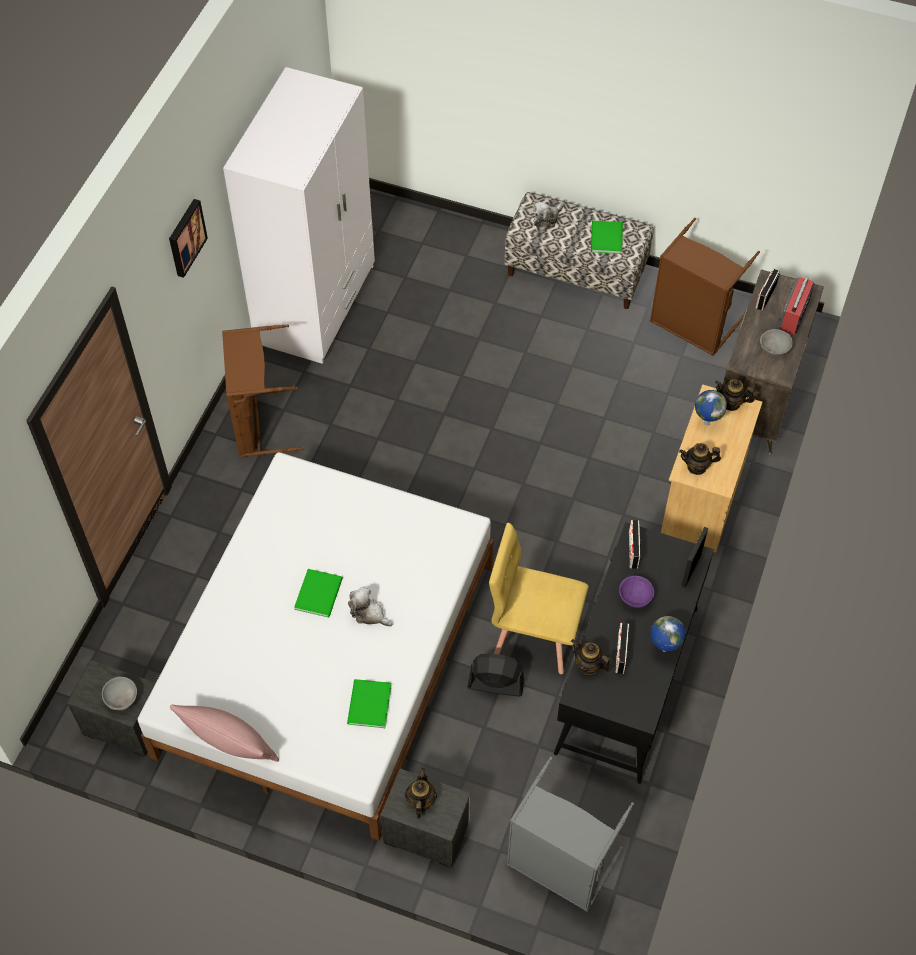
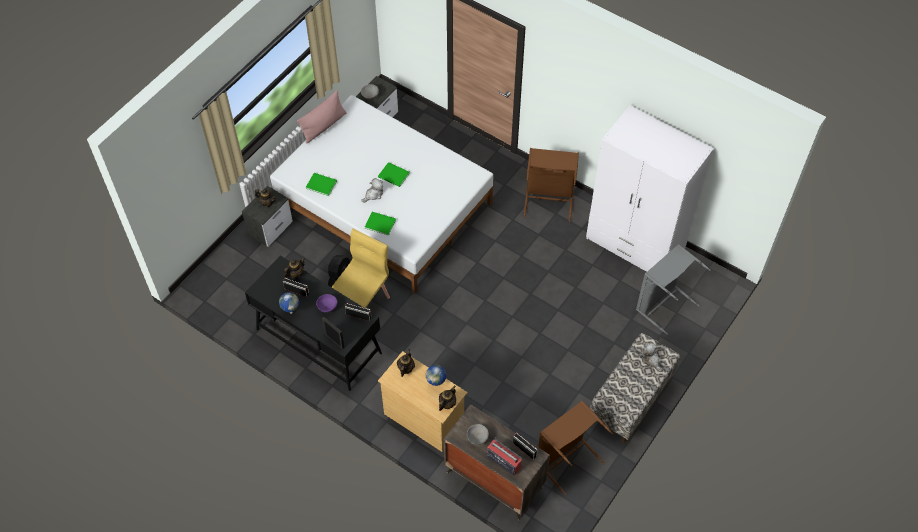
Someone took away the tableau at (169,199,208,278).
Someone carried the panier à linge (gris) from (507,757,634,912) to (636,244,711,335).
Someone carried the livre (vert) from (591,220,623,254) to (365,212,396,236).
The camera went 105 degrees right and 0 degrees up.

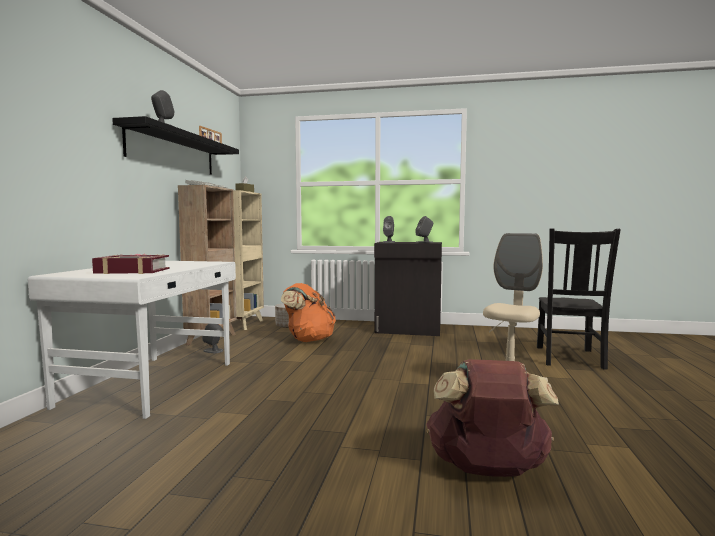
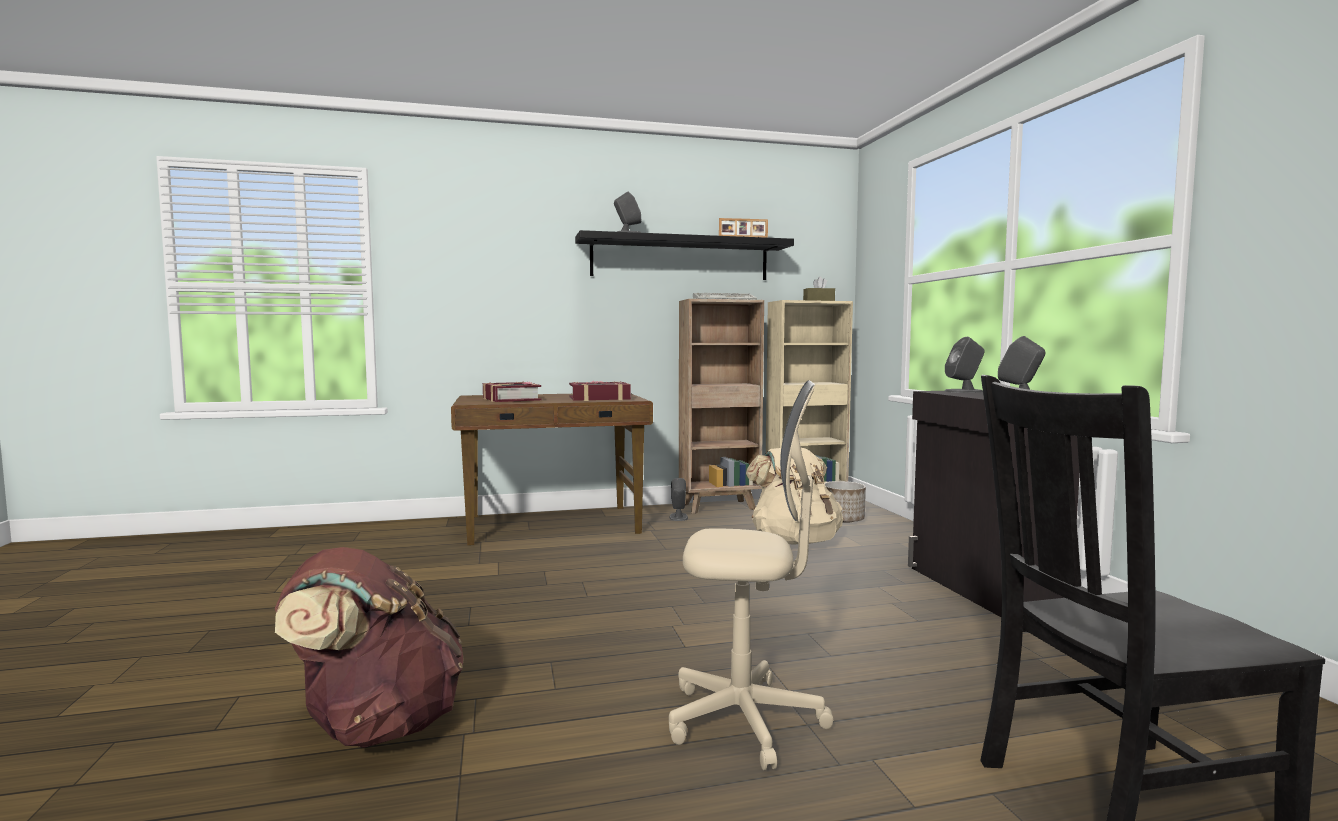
Someone put down the livre at (569,381,631,401).
Someone repainted the bureau (blanc) at (28,261,236,419), which became the bureau (marron) at (451,394,653,545).
Someone repainted the sac à dos (orange) at (281,283,336,342), which became the sac à dos (beige) at (746,448,843,544).
The camera went 65 degrees right and 0 degrees up.

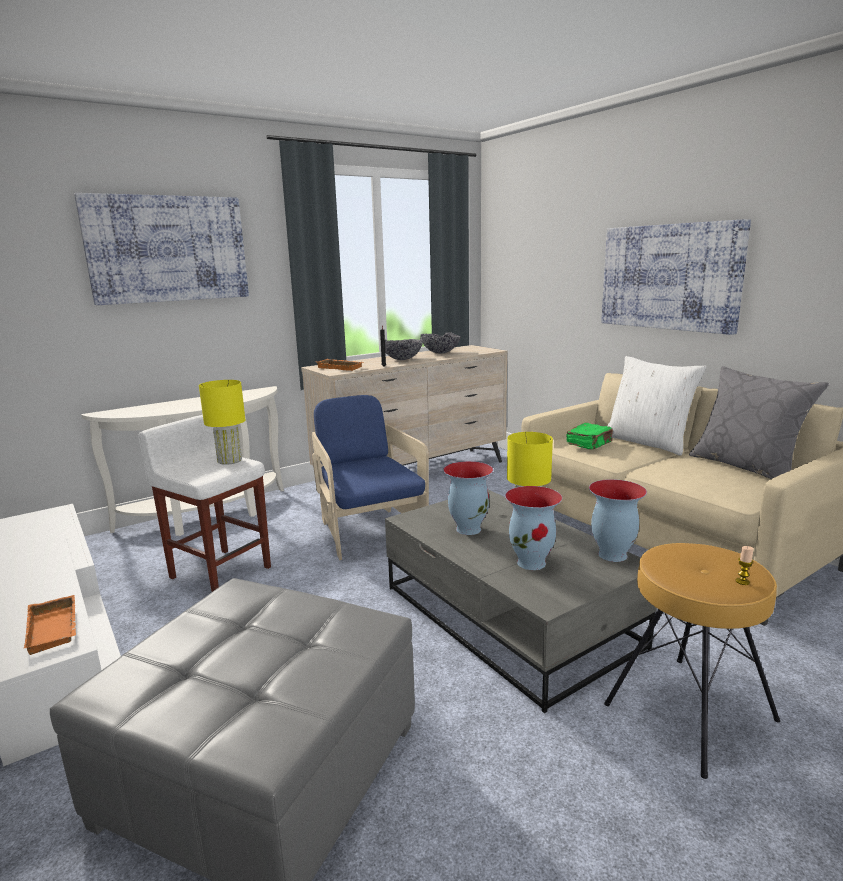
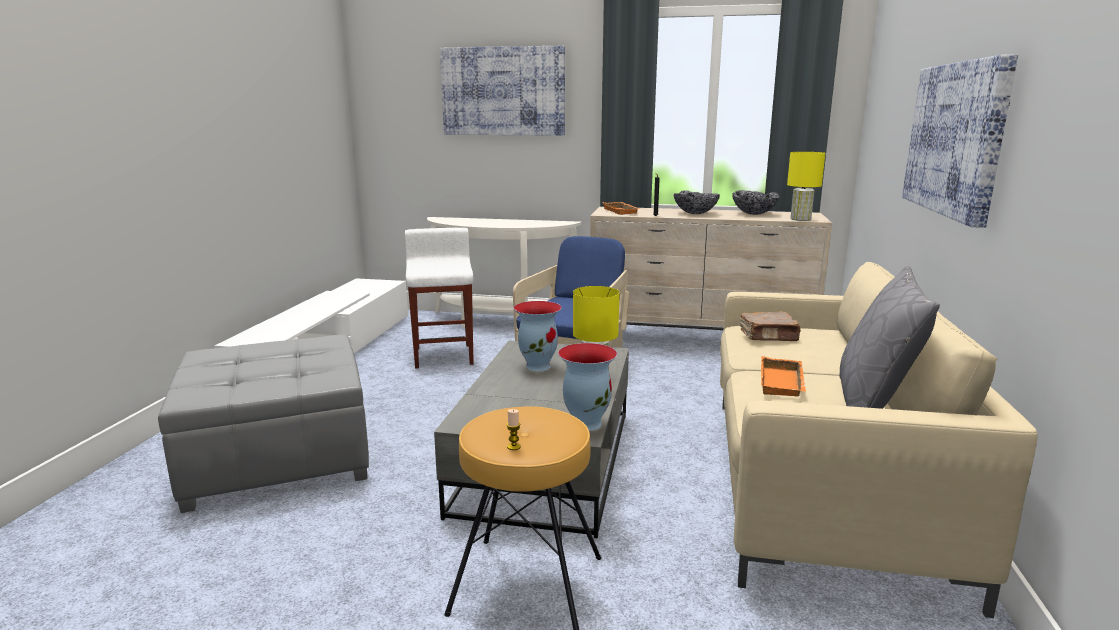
Someone took away the vase at (505,486,562,570).
Someone took away the coussin (blanc) at (607,356,706,456).
Someone carried the plateau (orange) from (24,595,76,655) to (761,356,806,396).
Someone carried the lampe de table (jaune) from (199,380,245,465) to (787,152,825,221).
Someone repainted the livre (vert) at (566,423,613,449), which became the livre (marron) at (739,311,801,341).
The camera went 45 degrees right and 0 degrees up.

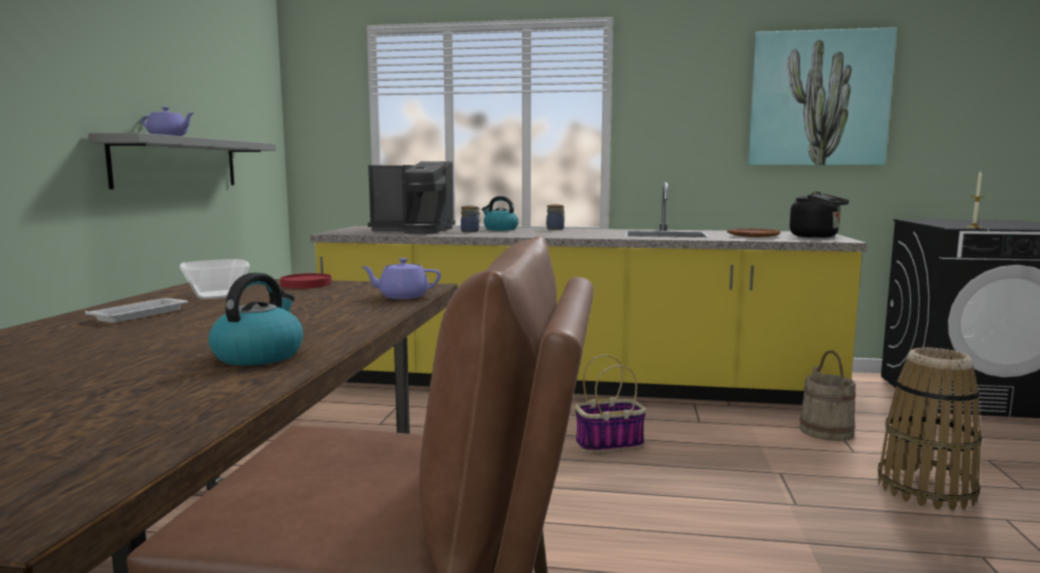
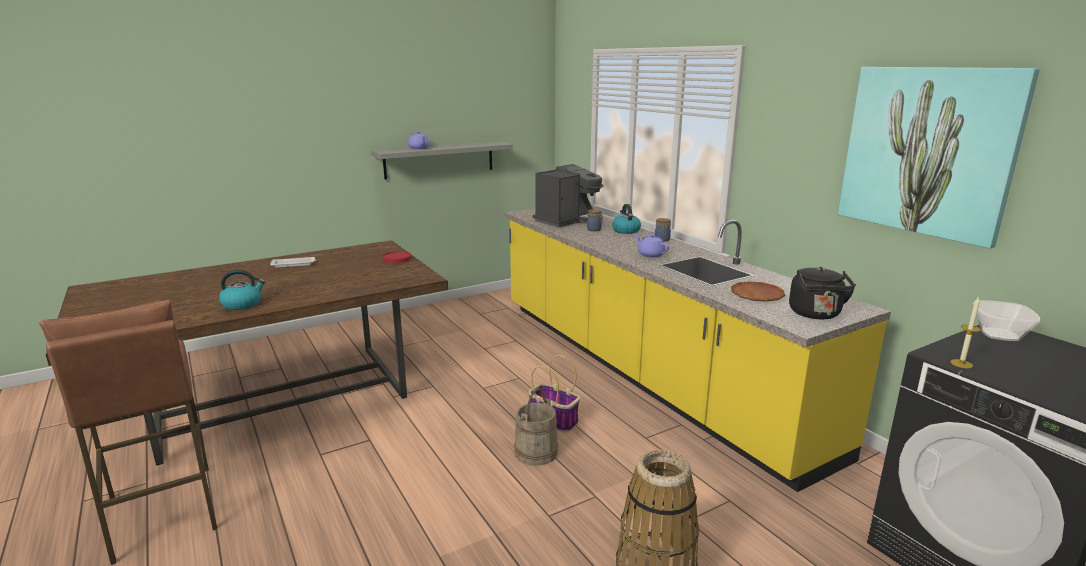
Someone carried the bol from (180,259,250,299) to (973,300,1041,341).
Someone carried the théière (violet) from (361,258,441,299) to (634,234,669,257).
Someone carried the seau (beige) from (799,351,856,441) to (514,388,558,466).
Someone rotated the machine à café at (368,161,455,234) by 105 degrees counterclockwise.
The camera went 50 degrees right and 10 degrees up.

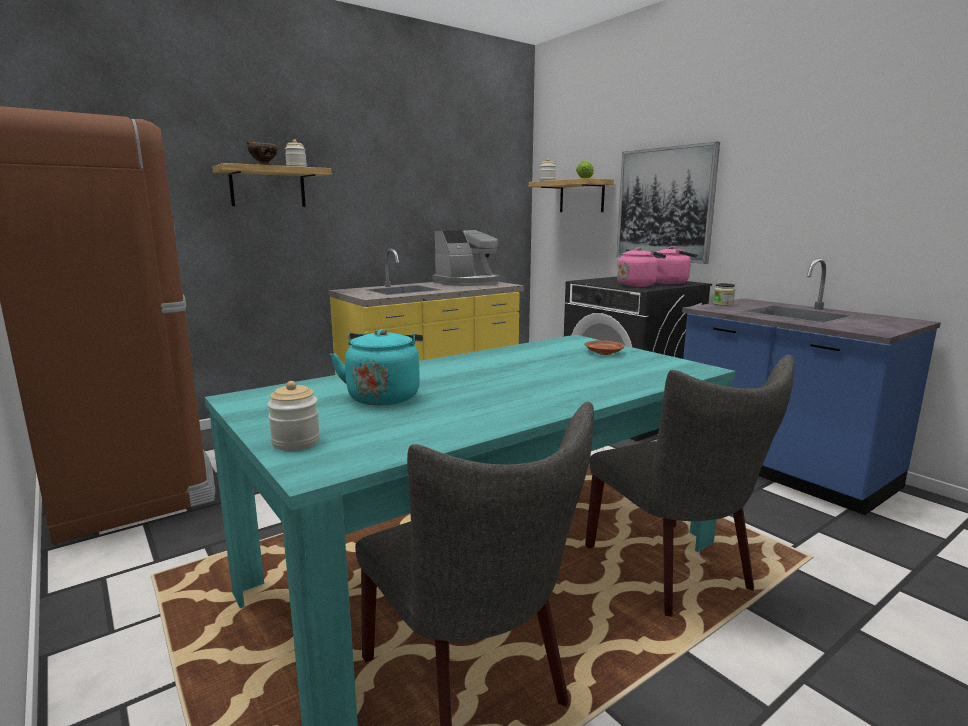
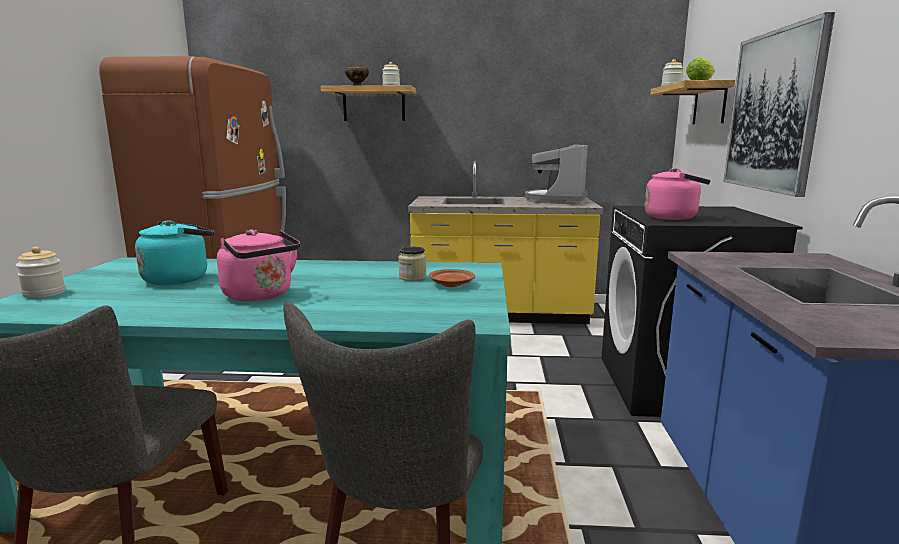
Someone carried the bouilloire (rose) from (655,246,697,284) to (217,229,300,301).
Someone carried the bocal from (713,283,735,306) to (399,247,427,281).
Someone rotated the machine à café at (432,230,500,286) by 105 degrees clockwise.
The camera went 40 degrees right and 0 degrees up.

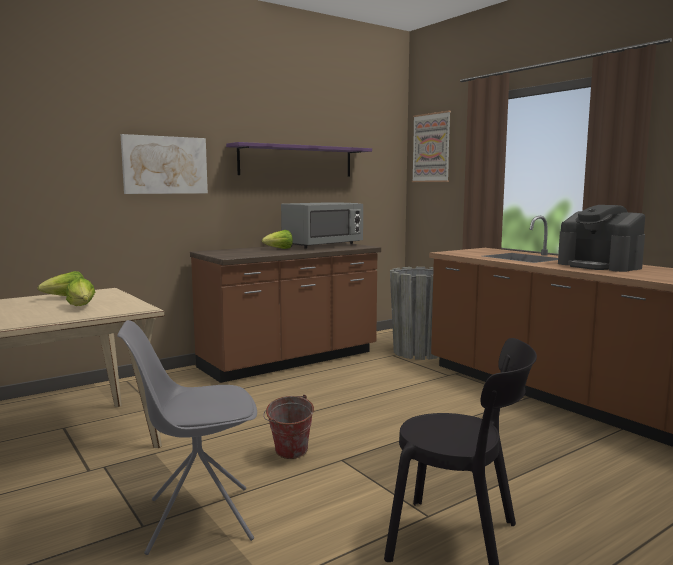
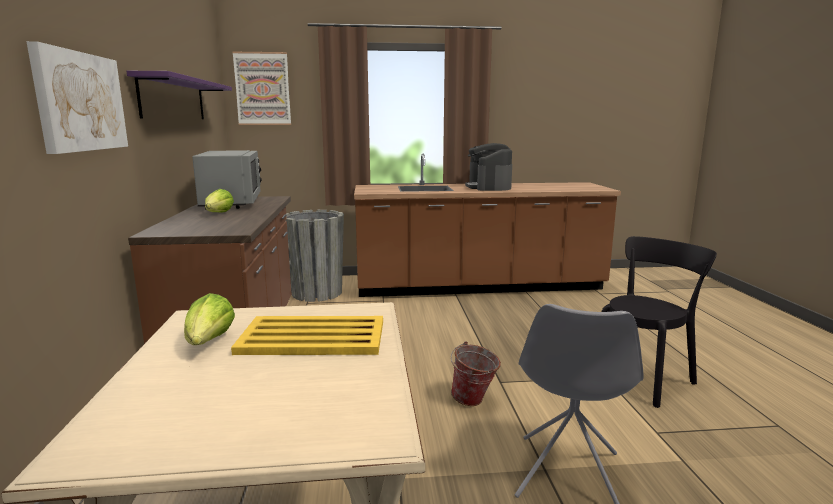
Someone swapped the laitue at (66,278,95,306) for the plateau (jaune) at (231,316,383,355).
Someone rotated the machine à café at (558,205,645,272) by 90 degrees clockwise.
The camera went 60 degrees left and 5 degrees up.

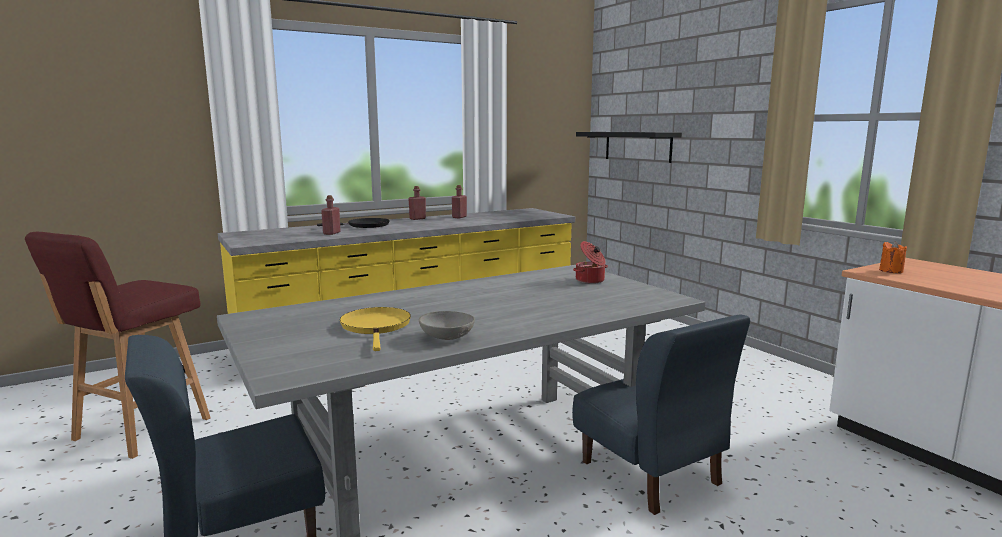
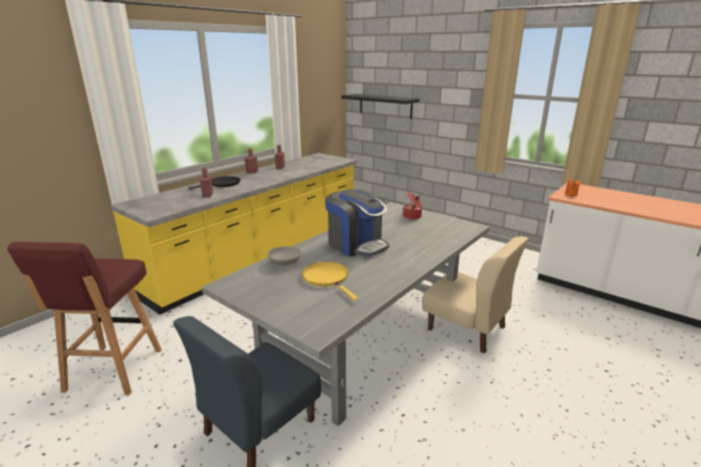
Someone put down the machine à café at (325,189,389,257).
Someone carried the bol (gris) from (419,311,475,340) to (268,246,301,266).
Someone repainted the chaise (bleu) at (572,315,750,515), which became the chaise (beige) at (422,236,529,354).
The camera went 20 degrees left and 10 degrees up.

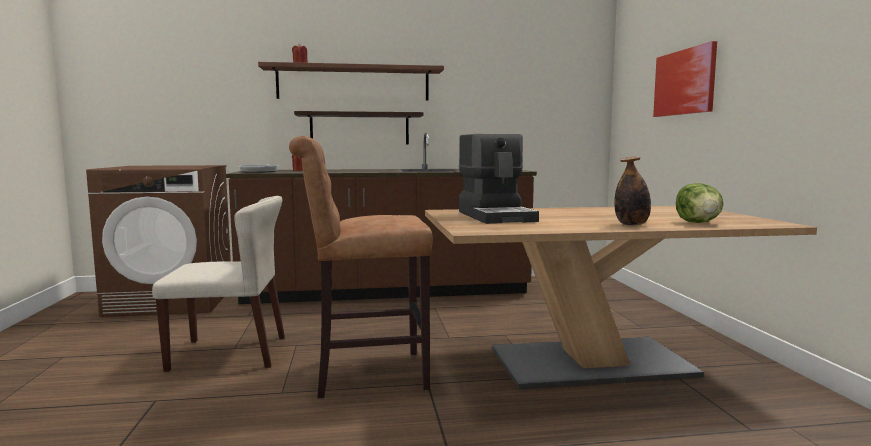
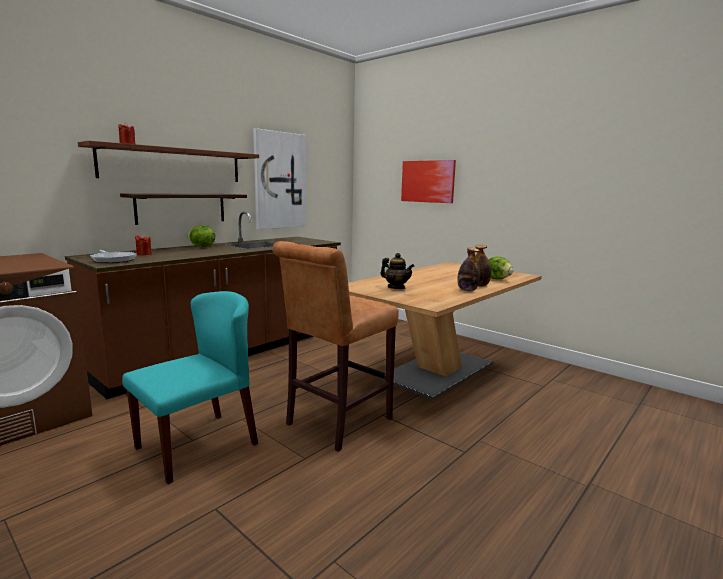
Someone put down the laitue at (187,225,215,247).
Someone put up the tableau at (253,128,306,229).
Someone put down the bouteille at (457,248,480,291).
Someone swapped the machine à café at (459,134,539,224) for the théière at (381,253,414,289).
Someone repainted the chaise (beige) at (152,196,285,372), which became the chaise (turquoise) at (122,291,258,484).
The camera went 40 degrees left and 5 degrees up.

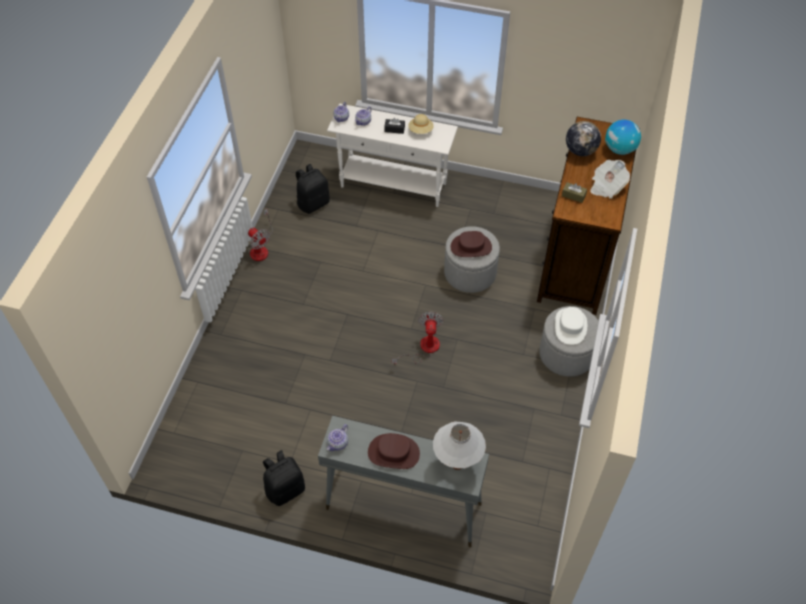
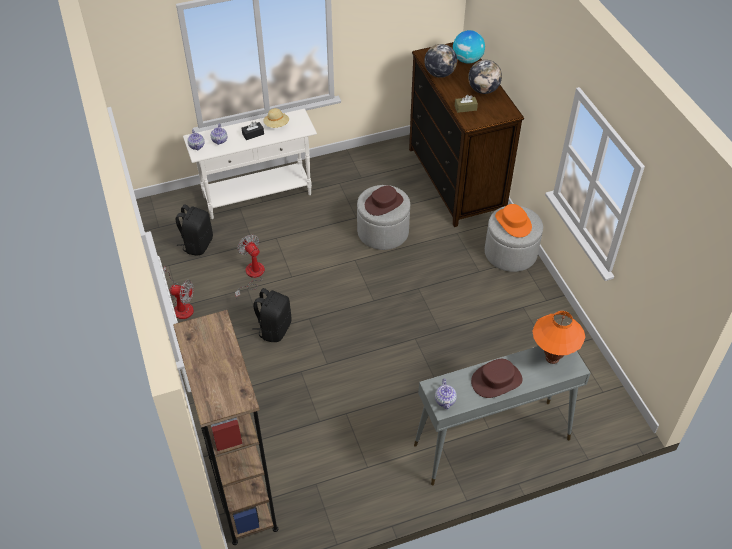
Someone put down the bibliothèque (marron) at (173,310,278,545).
Someone carried the sac à dos (noir) from (263,450,305,506) to (252,288,291,342).
Someone carried the ventilateur from (392,312,443,364) to (235,235,265,299).
Someone swapped the journal at (590,160,630,199) for the globe at (468,60,502,94).
Someone repainted the lampe de table (blanc) at (433,422,486,470), which became the lampe de table (orange) at (533,311,585,364).
Someone repainted the chapeau (blanc) at (555,307,587,345), which became the chapeau (orange) at (495,204,532,238).
The camera went 35 degrees left and 5 degrees down.

